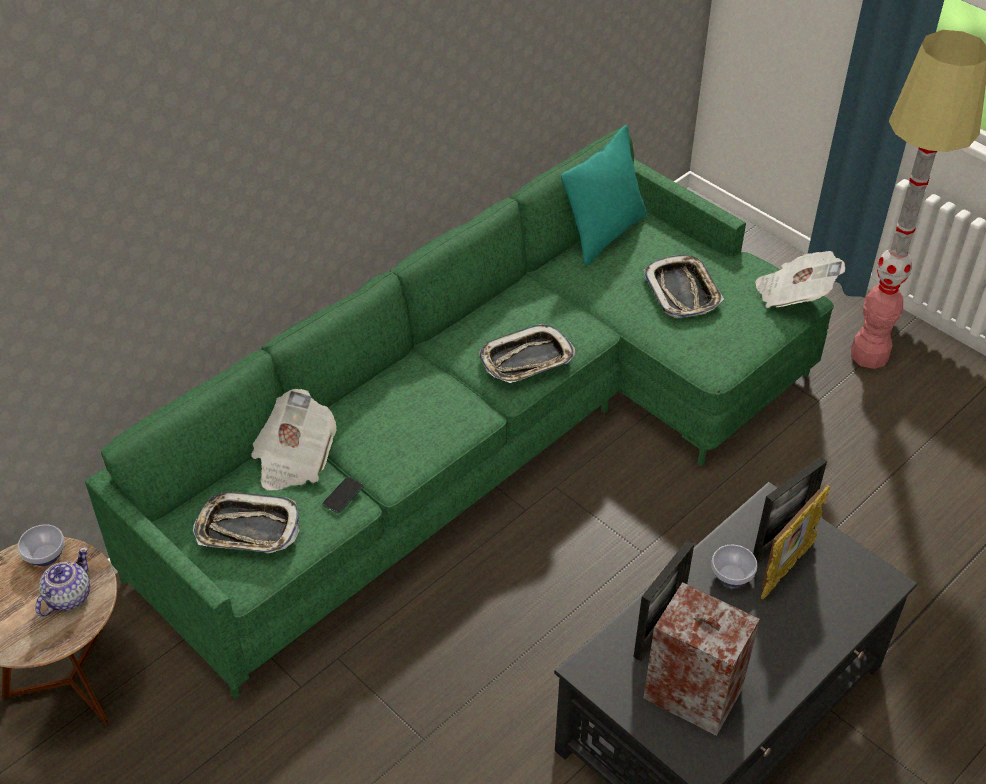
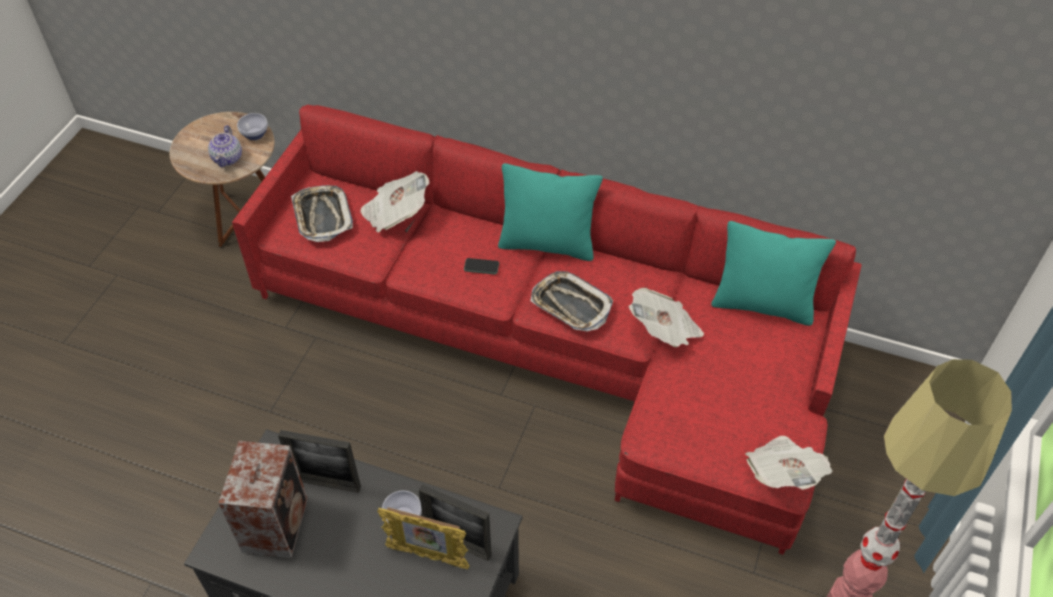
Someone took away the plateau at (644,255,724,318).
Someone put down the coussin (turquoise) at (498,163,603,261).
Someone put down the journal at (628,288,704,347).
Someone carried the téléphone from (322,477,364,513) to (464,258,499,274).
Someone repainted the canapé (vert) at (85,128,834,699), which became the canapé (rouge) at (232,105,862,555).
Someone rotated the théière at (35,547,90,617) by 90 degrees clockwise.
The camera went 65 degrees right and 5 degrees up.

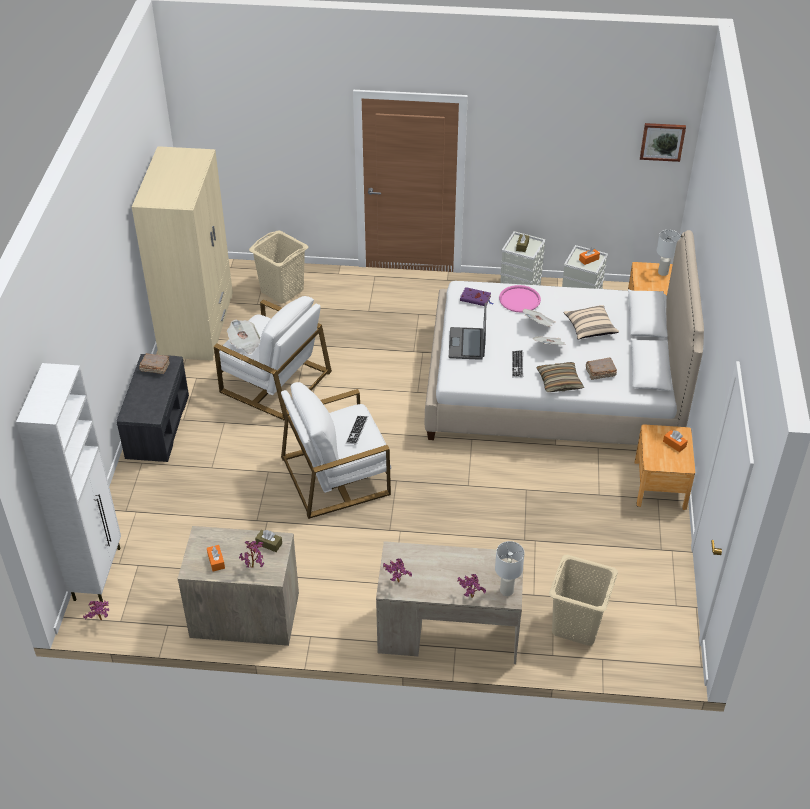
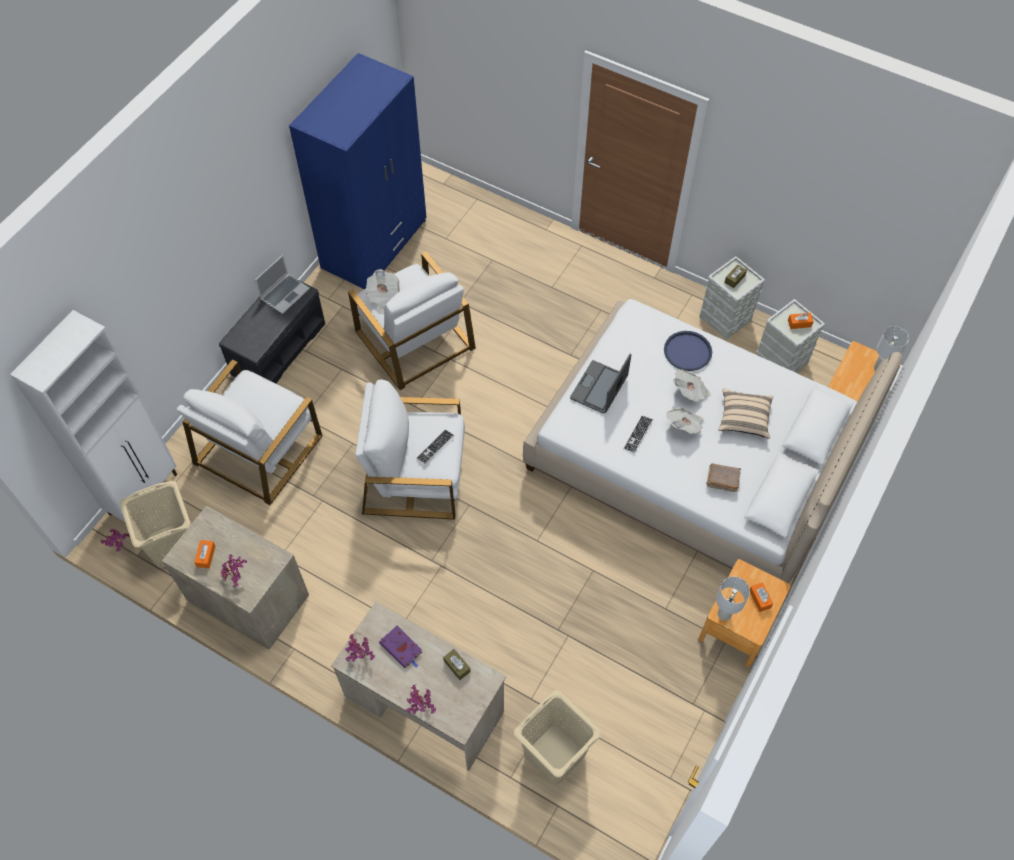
Someone took away the coussin at (537,362,584,392).
Someone took away the tableau at (640,123,686,162).
Someone put down the fauteuil (blanc) at (177,359,322,505).
Someone carried the panier à linge (beige) from (249,231,308,304) to (120,481,191,568).
Someone carried the boîte à mouchoirs (marron) from (255,530,282,552) to (443,649,471,680).
Someone carried the livre (violet) from (460,287,493,306) to (379,626,422,668).
Someone carried the lampe de table (blanc) from (495,541,525,596) to (716,576,750,621).
Someone swapped the livre (marron) at (139,353,170,374) for the ordinateur portable at (255,255,310,314).
Someone repainted the armoire (beige) at (132,146,233,361), which became the armoire (bleu) at (289,53,426,289).
Someone repainted the plateau (rose) at (499,285,541,313), which became the plateau (bleu) at (664,331,712,371).
The camera went 25 degrees right and 15 degrees up.

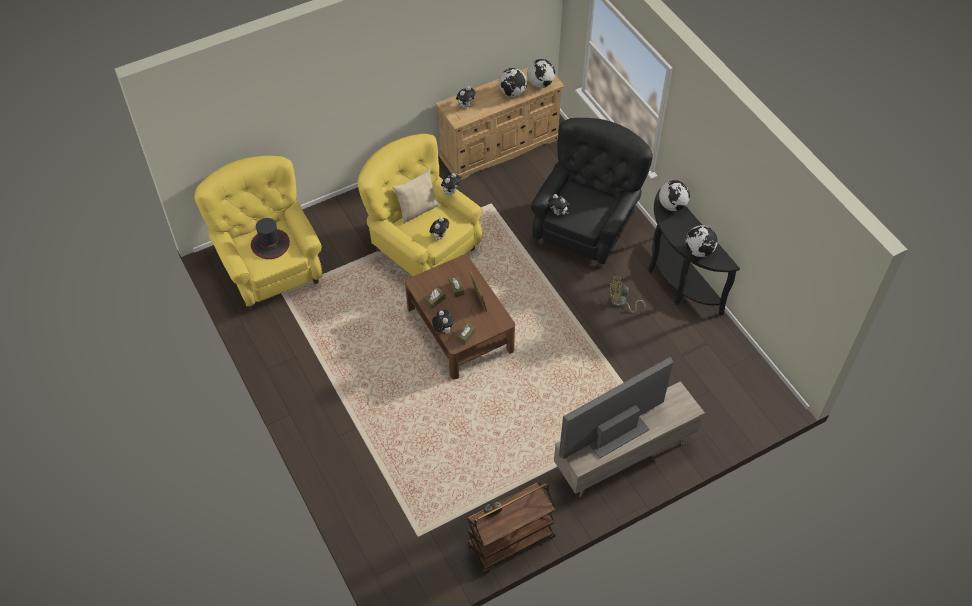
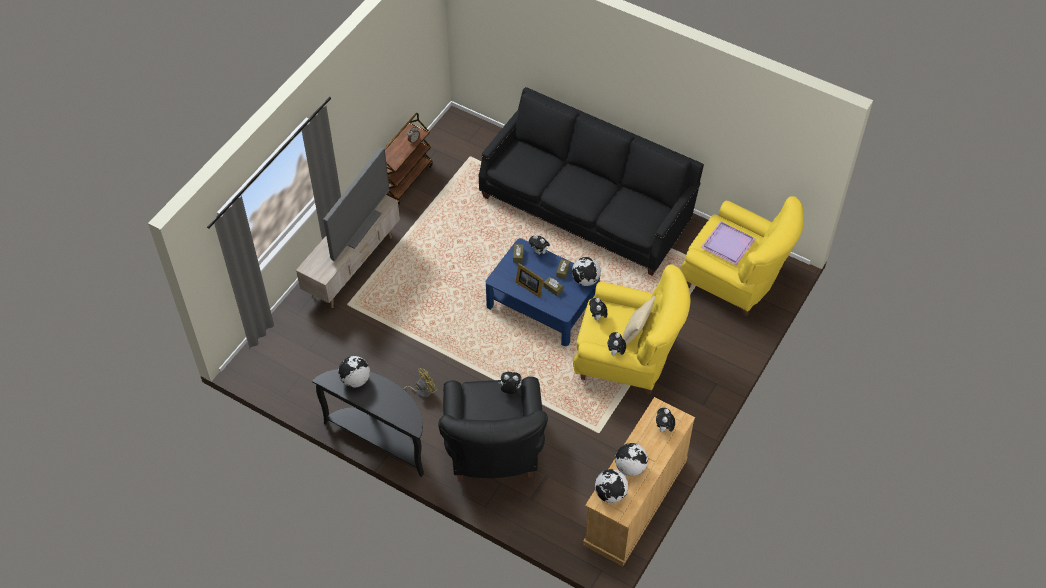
Someone put down the canapé (noir) at (478,87,704,276).
Someone carried the globe from (659,180,690,211) to (572,257,601,286).
Someone swapped the chapeau at (251,218,290,259) for the plateau (violet) at (701,221,756,265).
Someone repainted the table basse (marron) at (405,255,515,379), which became the table basse (bleu) at (486,238,600,346).
The camera went 150 degrees right and 0 degrees up.

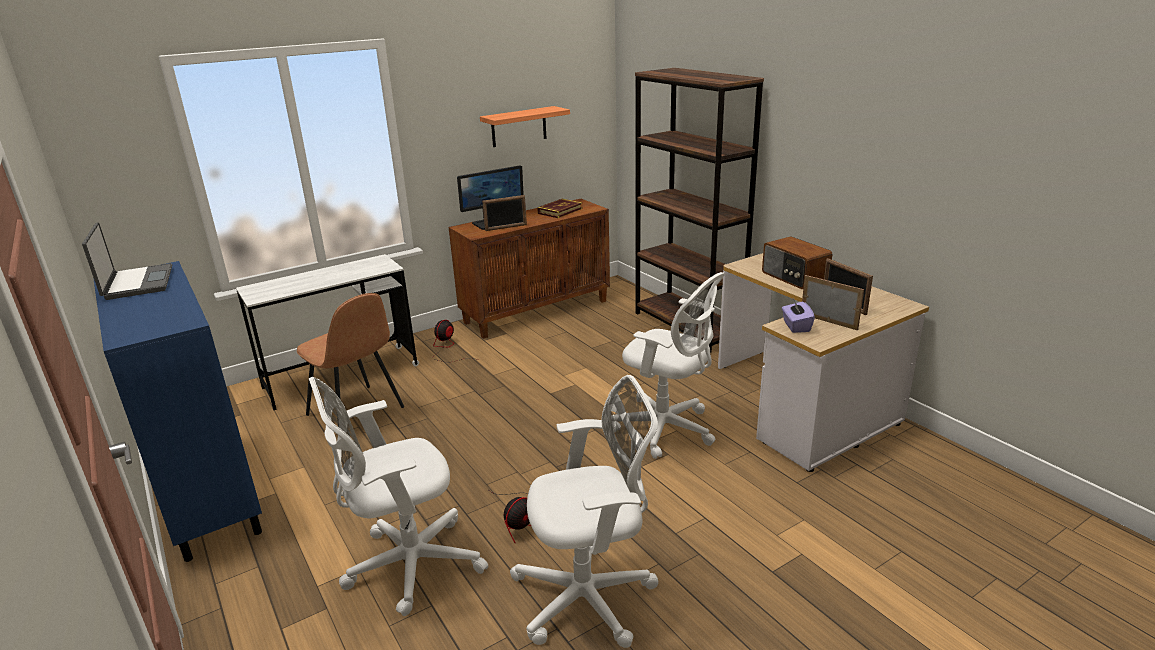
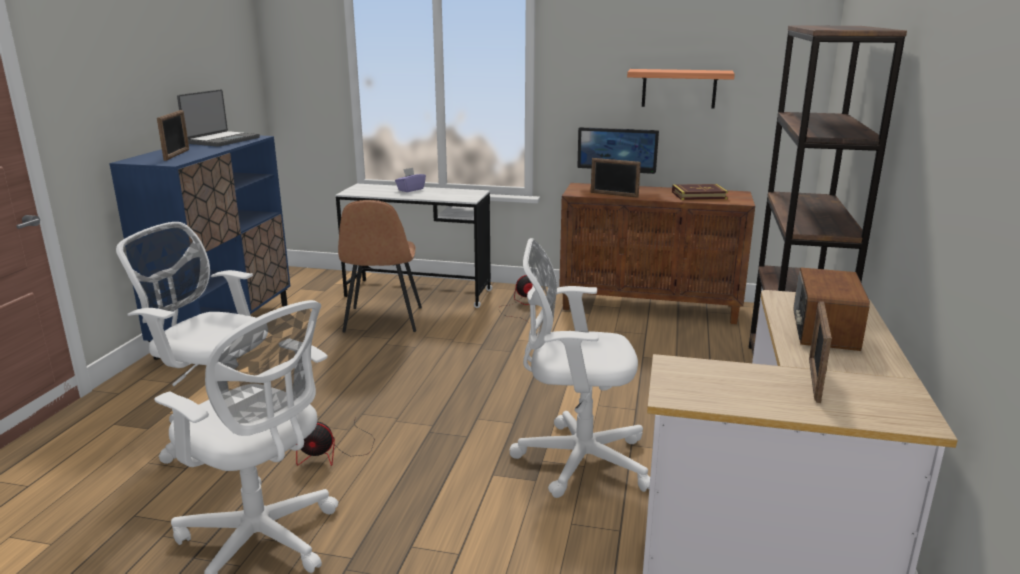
Someone carried the boîte à mouchoirs (violet) from (782,298,815,333) to (395,168,426,192).
Someone carried the cadre photo from (802,275,864,330) to (157,110,189,161).
Someone rotated the chaise de bureau (blanc) at (613,272,725,459) by 105 degrees clockwise.
The camera went 45 degrees right and 5 degrees down.

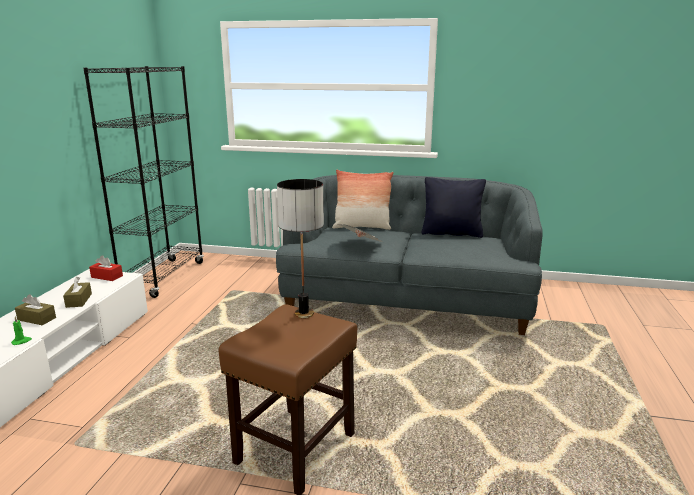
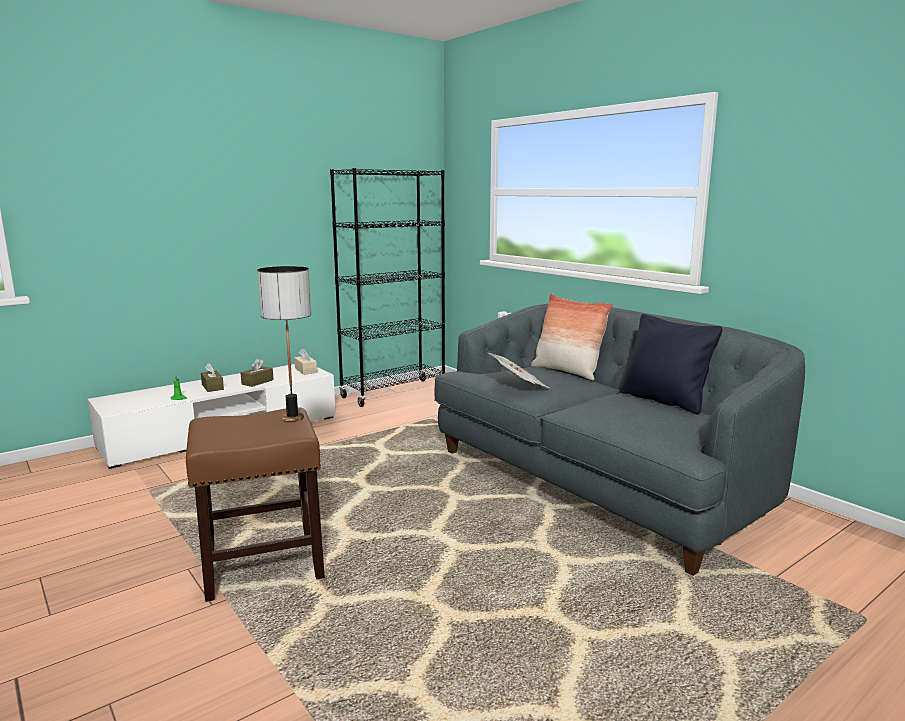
Someone repainted the boîte à mouchoirs (rouge) at (89,255,123,281), which became the boîte à mouchoirs (beige) at (294,348,317,375).
The camera went 40 degrees right and 5 degrees down.

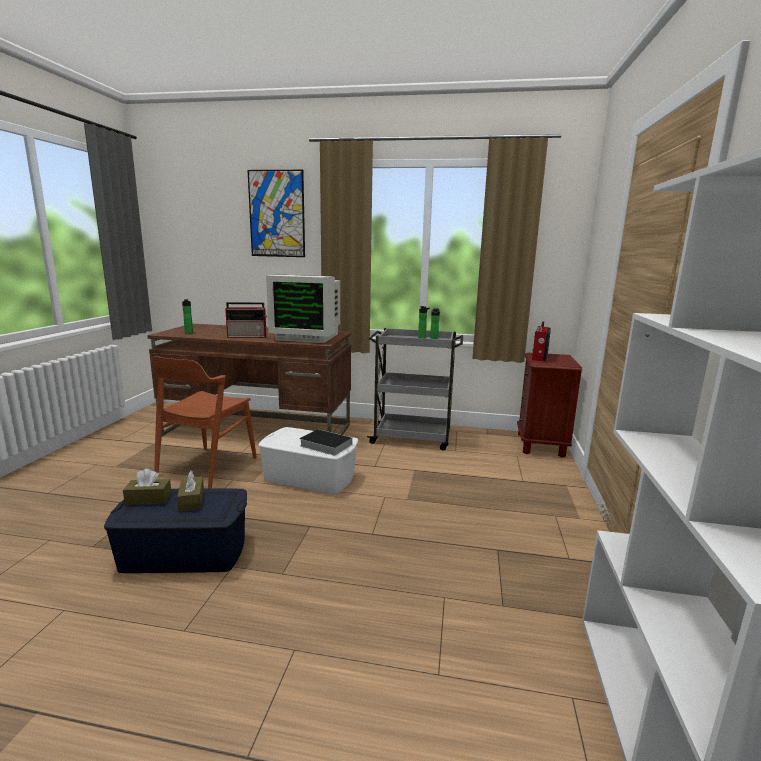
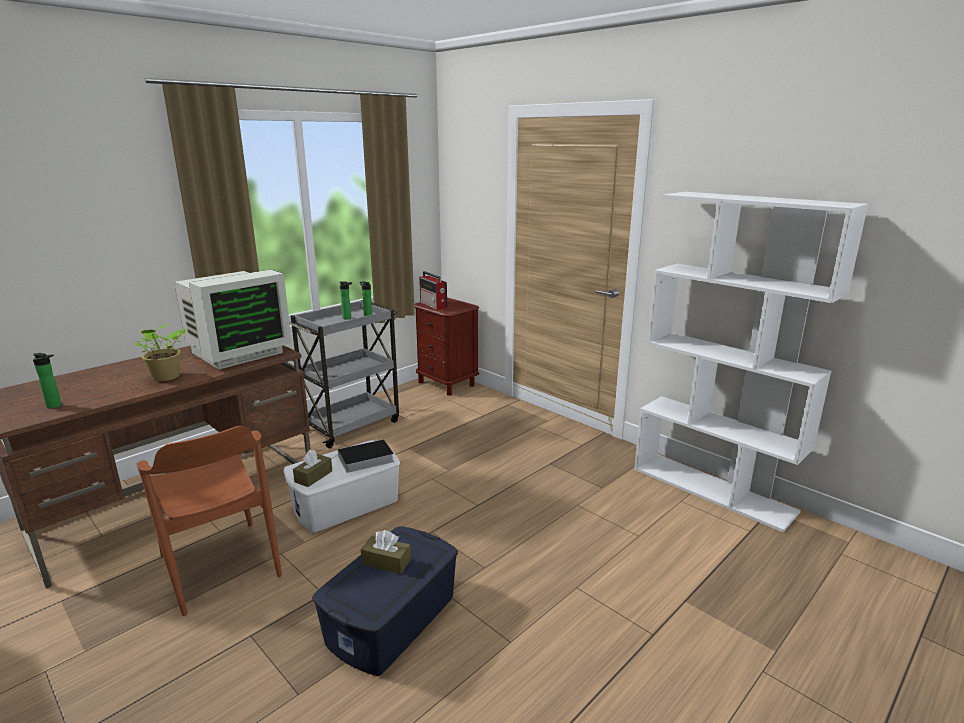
Someone took away the tableau at (247,170,305,257).
Someone carried the boîte à mouchoirs (marron) from (123,469,172,505) to (293,449,332,487).
Someone swapped the radio at (225,302,268,338) for the plante en pot at (135,323,187,381).
The camera went 55 degrees left and 5 degrees up.

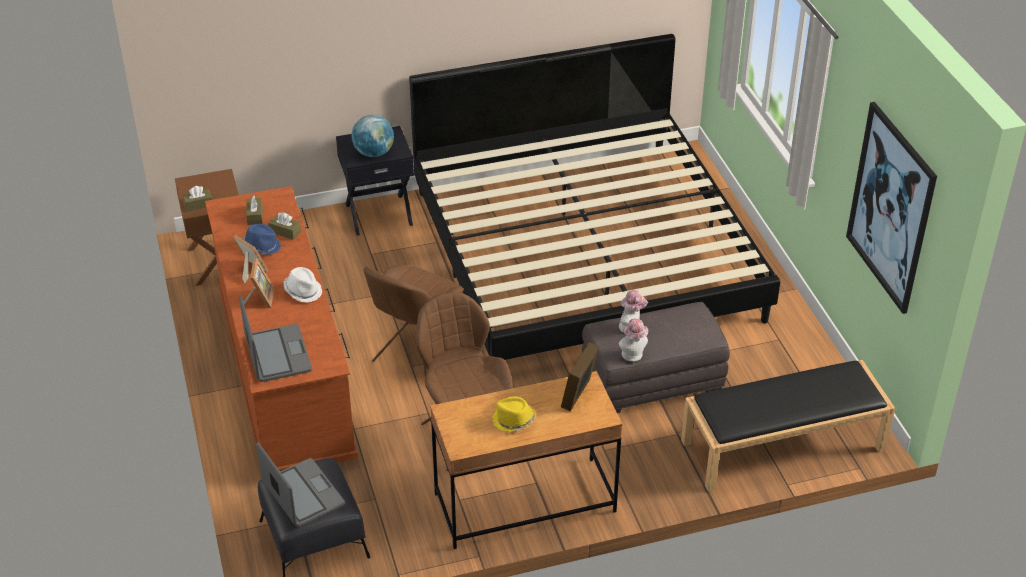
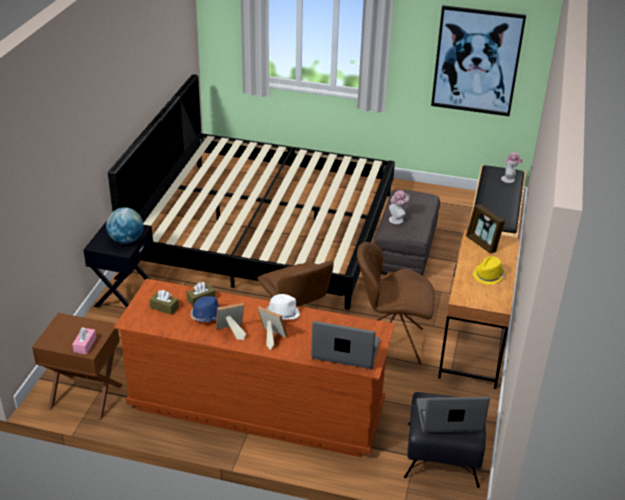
Someone carried the chapeau from (618,318,648,362) to (501,152,524,183).
Someone repainted the boîte à mouchoirs (marron) at (183,186,212,212), which became the boîte à mouchoirs (rose) at (72,327,96,354).
The camera went 60 degrees left and 5 degrees down.

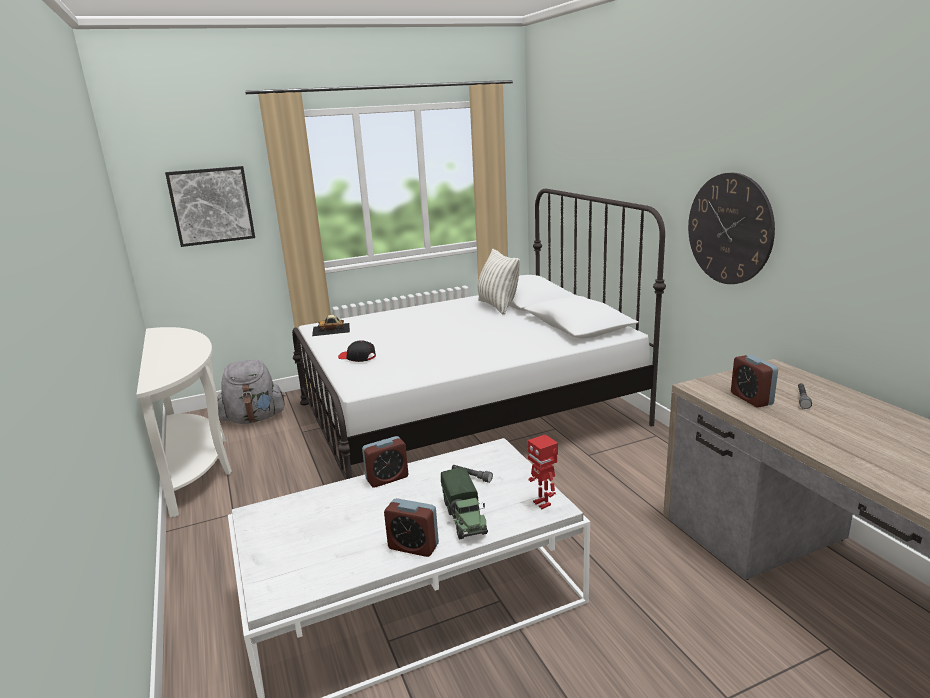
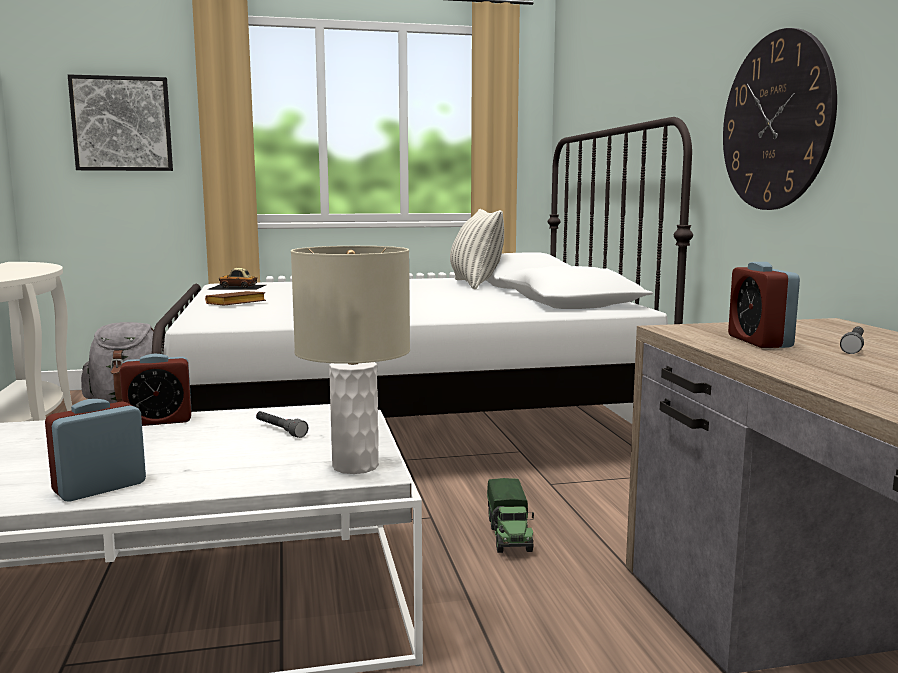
Someone carried the camion jouet from (441,468,488,540) to (487,478,534,553).
Someone swapped the casquette (noir) at (338,340,376,362) for the livre (marron) at (205,291,266,305).
Someone swapped the robot jouet at (528,435,558,509) for the lampe de table (beige) at (291,246,410,474).
Someone rotated the réveil at (384,498,439,557) by 105 degrees clockwise.
The camera went 10 degrees right and 10 degrees down.

